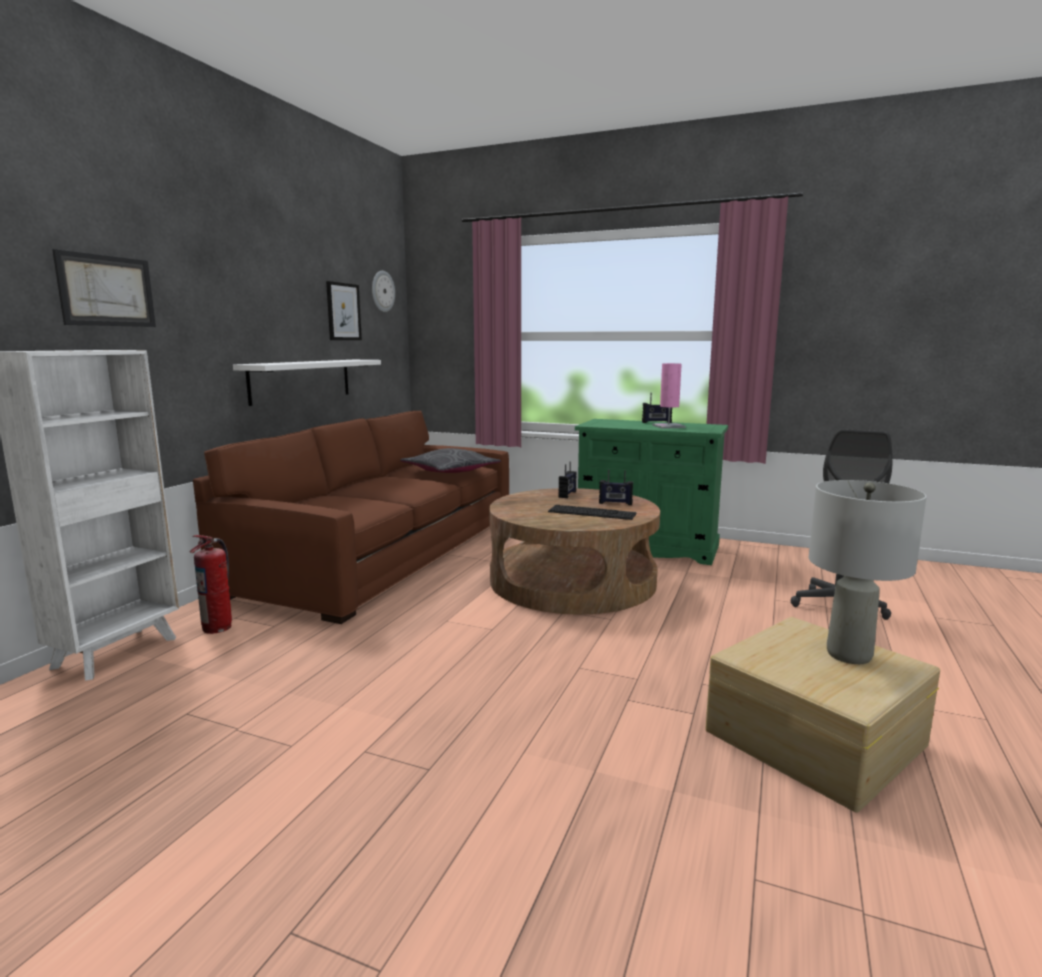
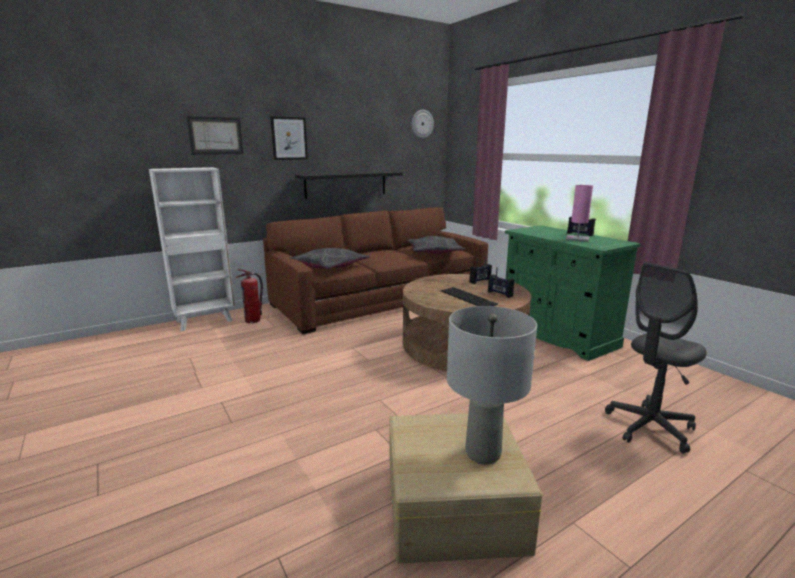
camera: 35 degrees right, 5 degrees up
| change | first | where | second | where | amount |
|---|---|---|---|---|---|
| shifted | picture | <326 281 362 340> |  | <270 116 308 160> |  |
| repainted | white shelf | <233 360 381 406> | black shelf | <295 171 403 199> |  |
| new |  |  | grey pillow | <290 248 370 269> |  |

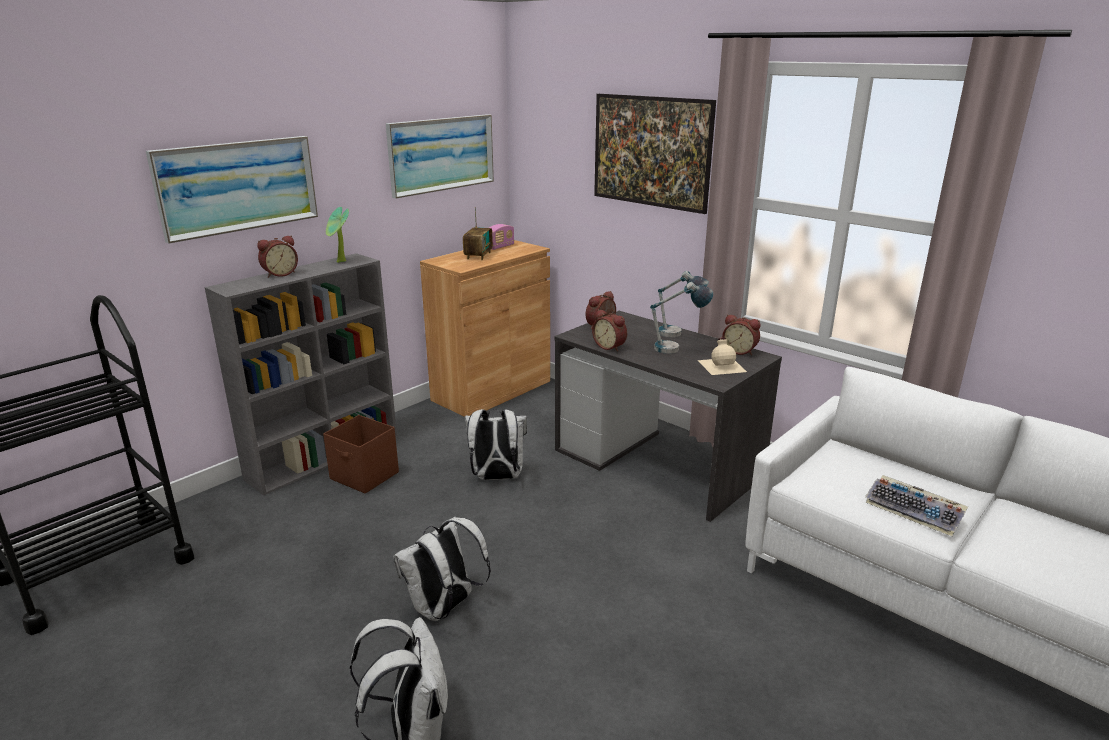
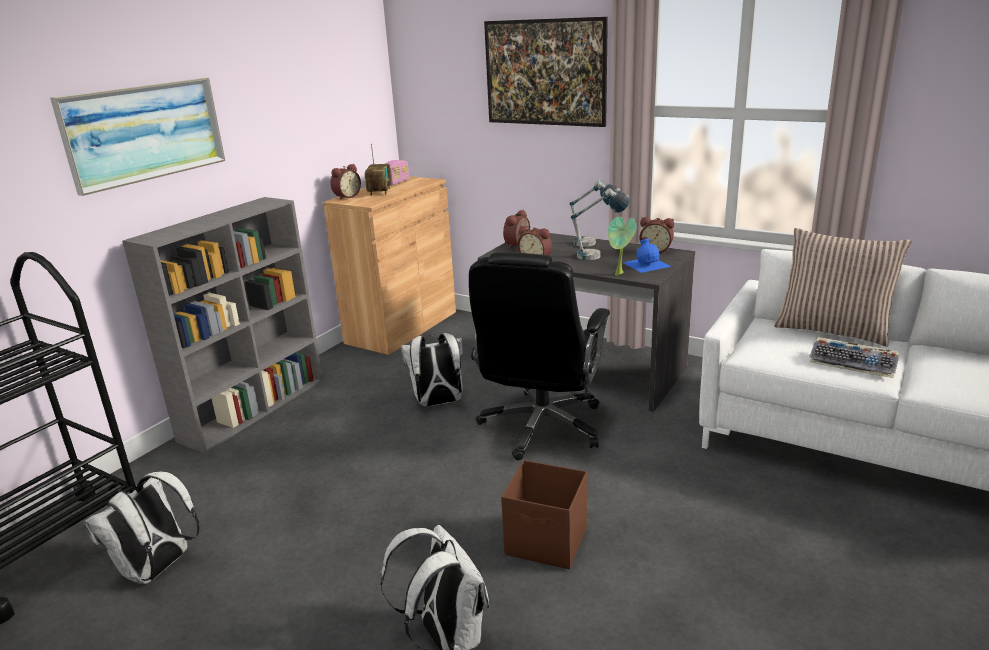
camera: 10 degrees left, 0 degrees up
| change | first | where | second | where | amount |
|---|---|---|---|---|---|
| gone | picture | <386 114 494 198> |  |  |  |
| shifted | potted plant | <326 207 349 263> |  | <608 216 636 276> |  |
| shifted | alarm clock | <257 236 298 278> |  | <331 164 361 200> |  |
| repainted | beige bottle | <698 338 747 375> | blue bottle | <622 237 672 273> |  |
| shifted | brown storage box | <323 415 399 494> |  | <501 460 587 569> |  |
| shifted | white backpack | <393 517 491 621> |  | <83 471 199 584> |  |
| new |  |  | pillow | <774 228 911 347> |  |
| new |  |  | black office chair | <469 252 610 460> |  |

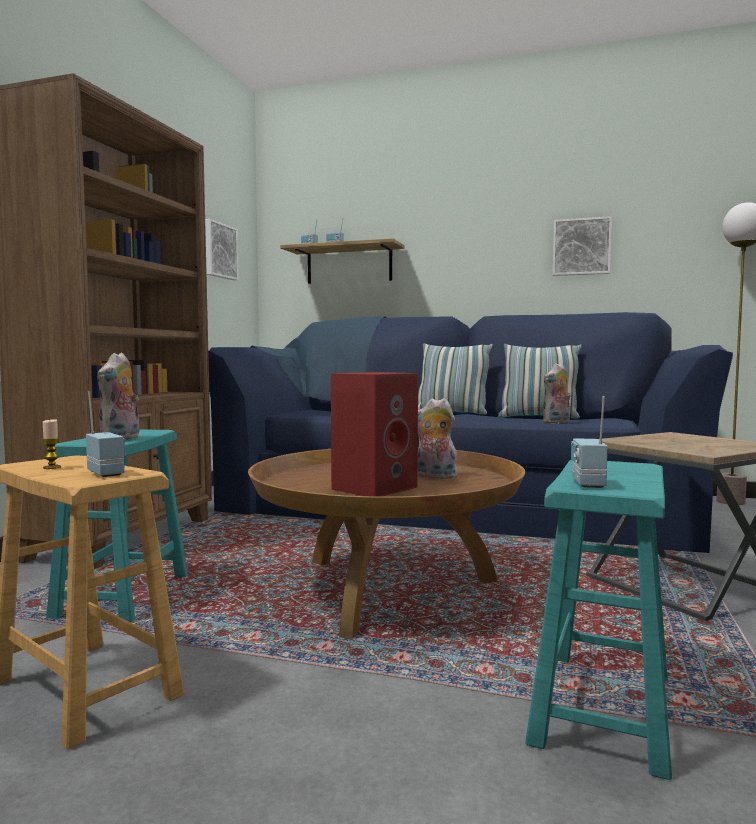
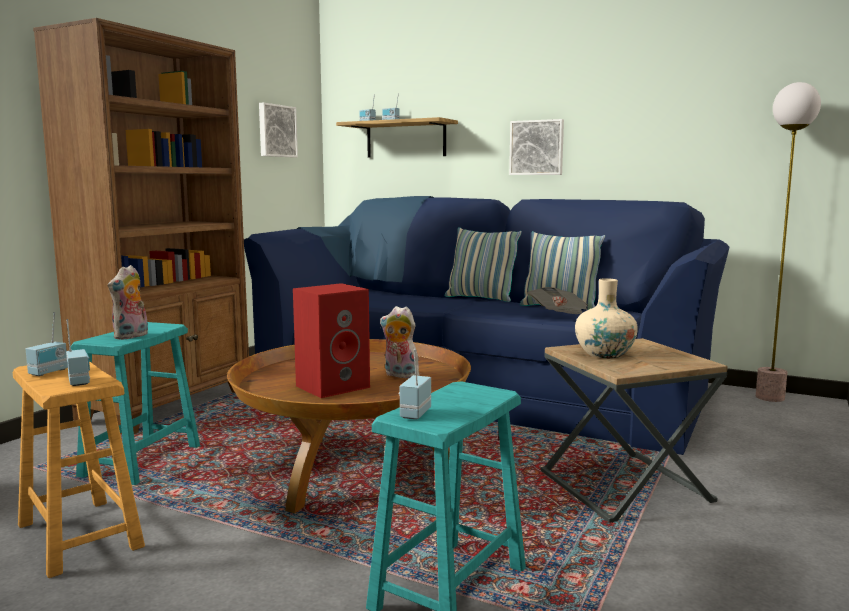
camera: 10 degrees right, 5 degrees up
| change | first | where | second | where | amount |
|---|---|---|---|---|---|
| shifted | picture | <553 216 612 276> |  | <509 119 564 175> |  |
| swapped | plush toy | <542 363 571 424> | newspaper | <528 287 588 314> |  |
| swapped | candle | <41 419 61 469> | radio | <26 312 68 376> |  |
| new |  |  | beige vase | <575 278 638 358> |  |

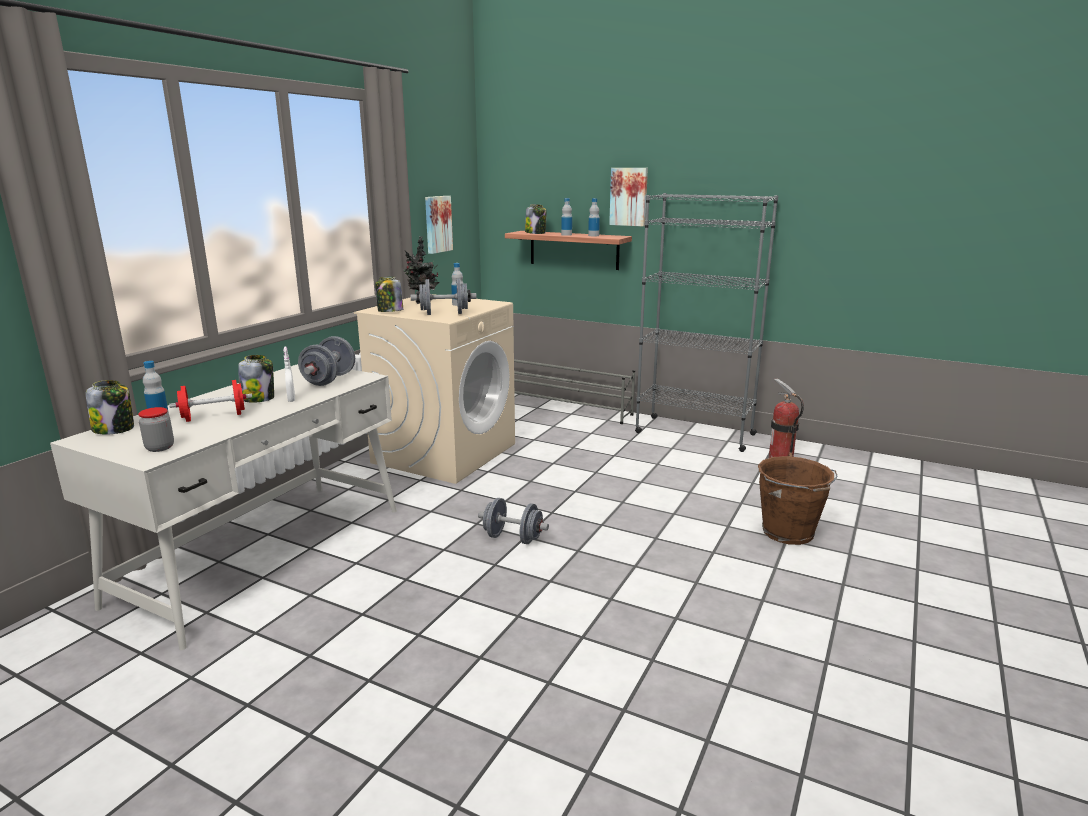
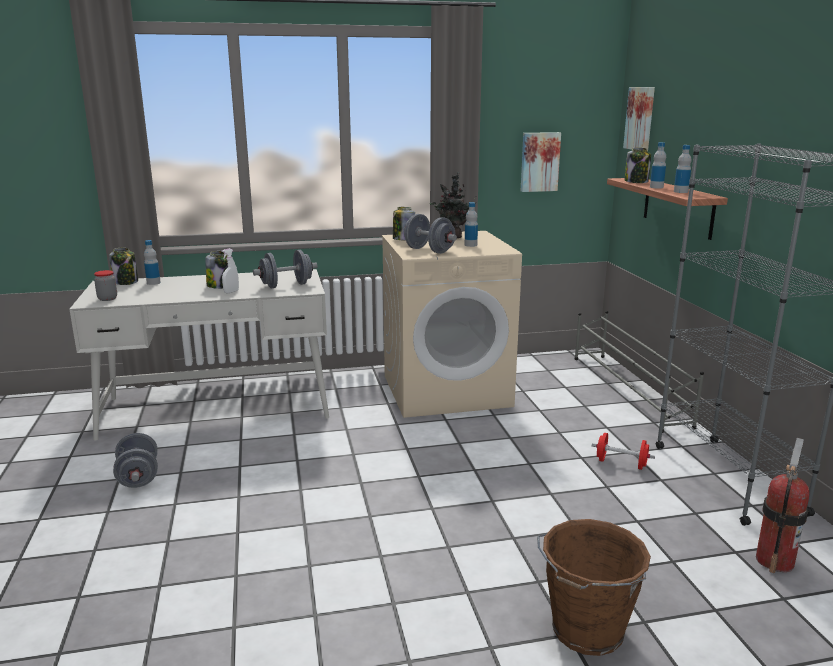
camera: 50 degrees right, 0 degrees up
| change | first | where | second | where | amount |
|---|---|---|---|---|---|
| shifted | picture | <609 168 648 226> |  | <623 87 655 151> |  |
| shifted | red dumbbell | <169 380 252 422> |  | <592 433 655 470> |  |
| shifted | grey dumbbell | <478 498 549 544> |  | <113 433 158 488> |  |

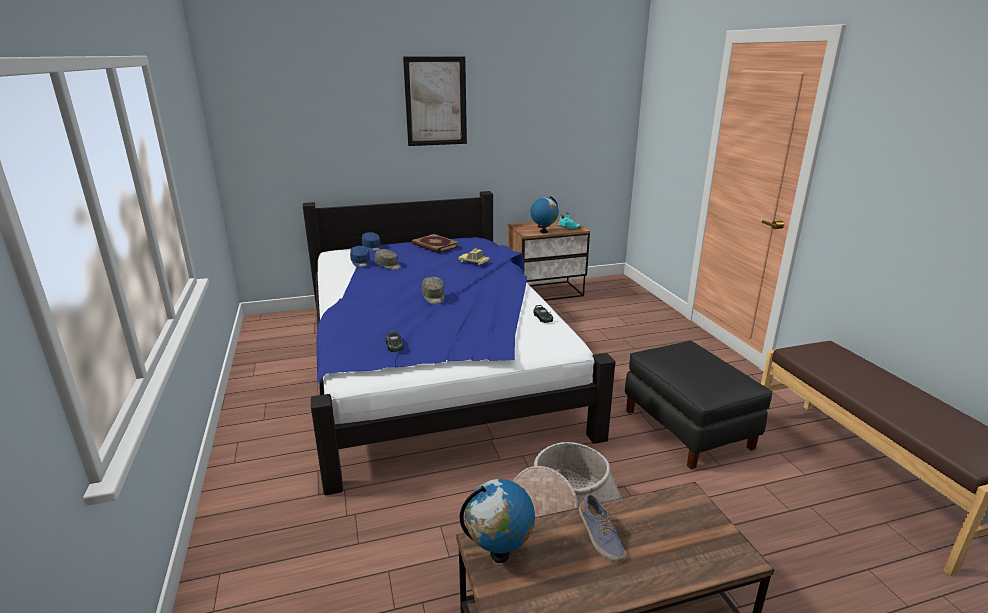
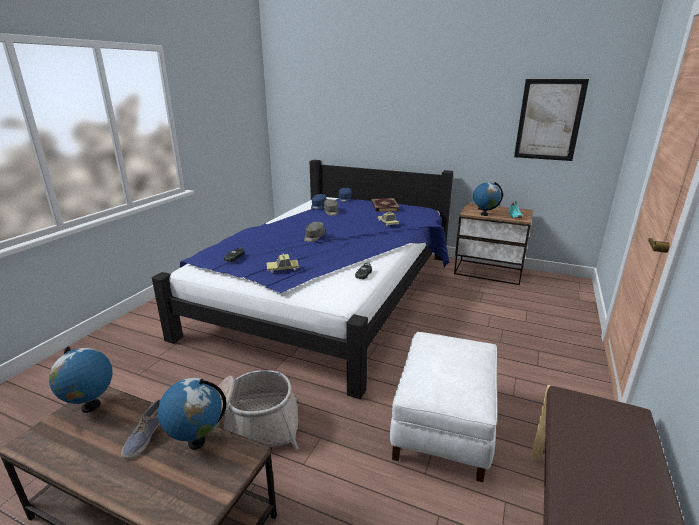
camera: 40 degrees right, 0 degrees up
| change | first | where | second | where | amount |
|---|---|---|---|---|---|
| shifted | picture | <403 57 467 146> |  | <514 79 589 161> |  |
| repainted | black ottoman | <625 341 772 469> | white ottoman | <390 332 497 482> |  |
| new |  |  | toy car | <266 253 299 273> |  |
| new |  |  | globe | <158 378 226 450> |  |

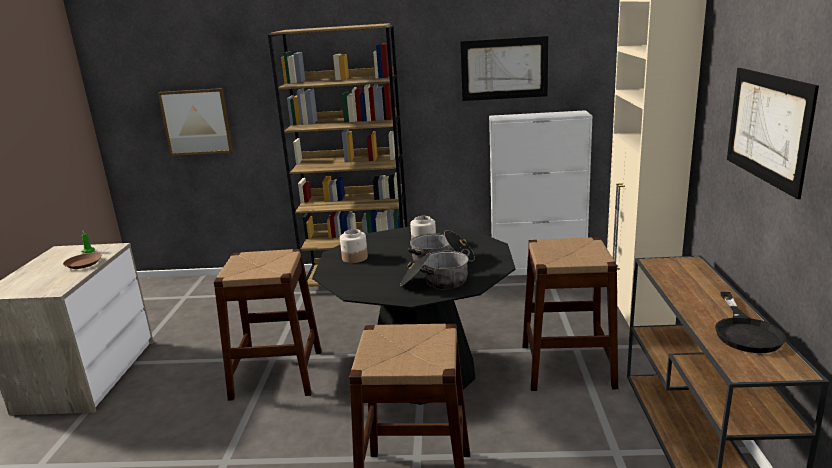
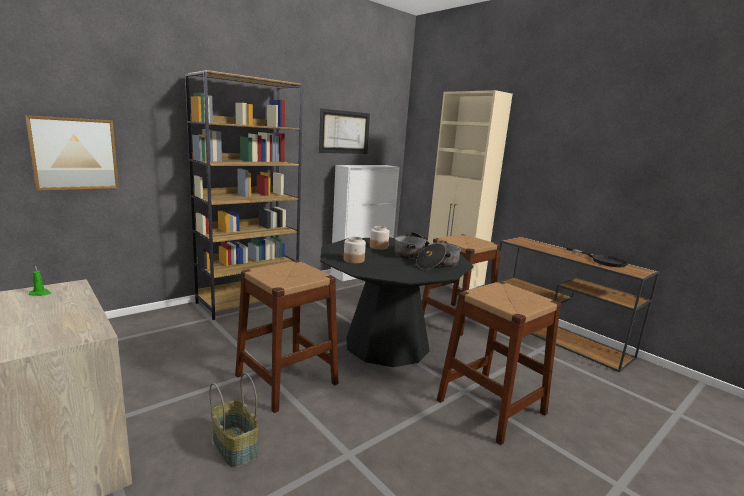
camera: 45 degrees left, 5 degrees down
| change | first | where | second | where | amount |
|---|---|---|---|---|---|
| gone | picture | <727 68 819 199> |  |  |  |
| gone | brown plate | <63 253 102 269> |  |  |  |
| new |  |  | basket | <209 373 259 468> |  |

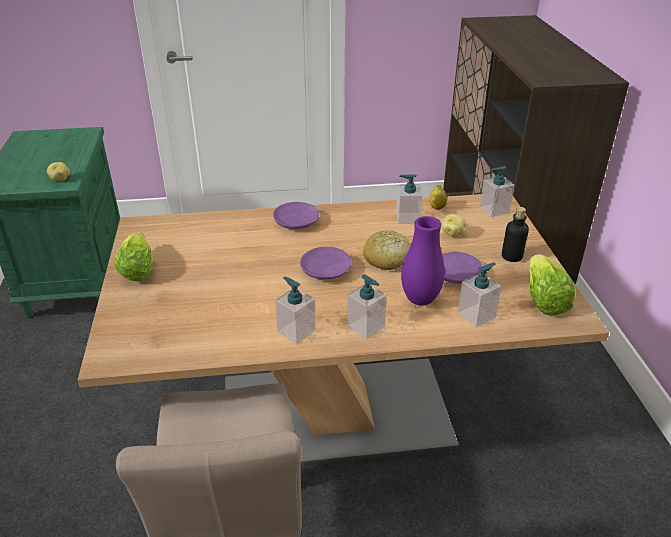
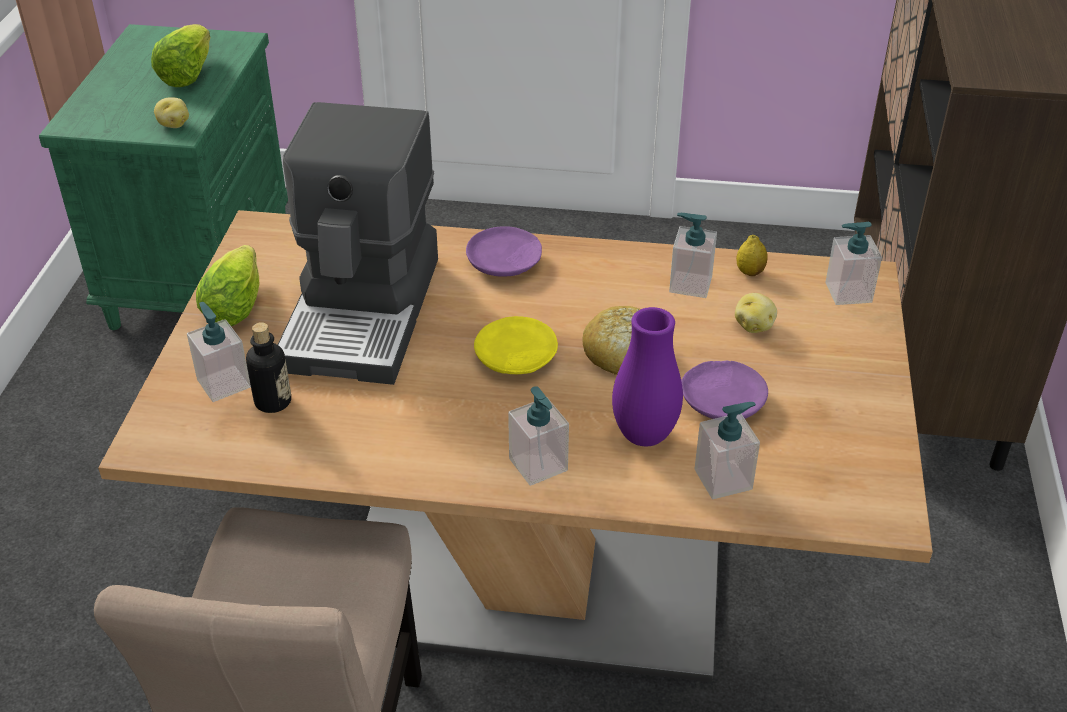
camera: 15 degrees right, 5 degrees up
| change | first | where | second | where | amount |
|---|---|---|---|---|---|
| shifted | bottle | <502 207 529 262> |  | <246 322 291 413> |  |
| repainted | purple plate | <300 247 352 279> | yellow plate | <474 316 558 374> |  |
| shifted | lettuce | <529 254 575 315> |  | <151 24 210 87> |  |
| shifted | soap dispenser | <275 276 316 344> |  | <187 302 251 402> |  |
| new |  |  | coffee machine | <278 102 438 385> |  |

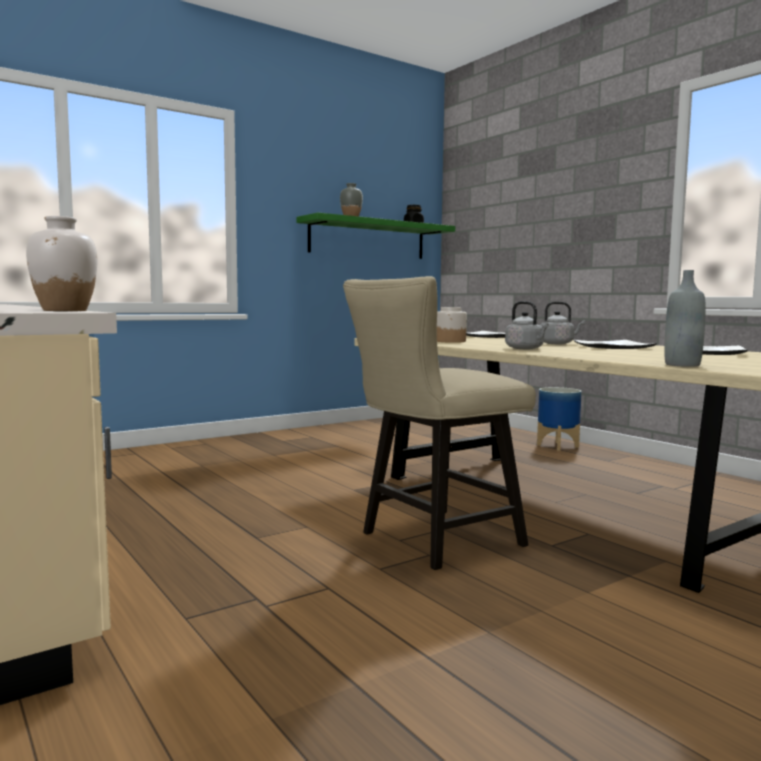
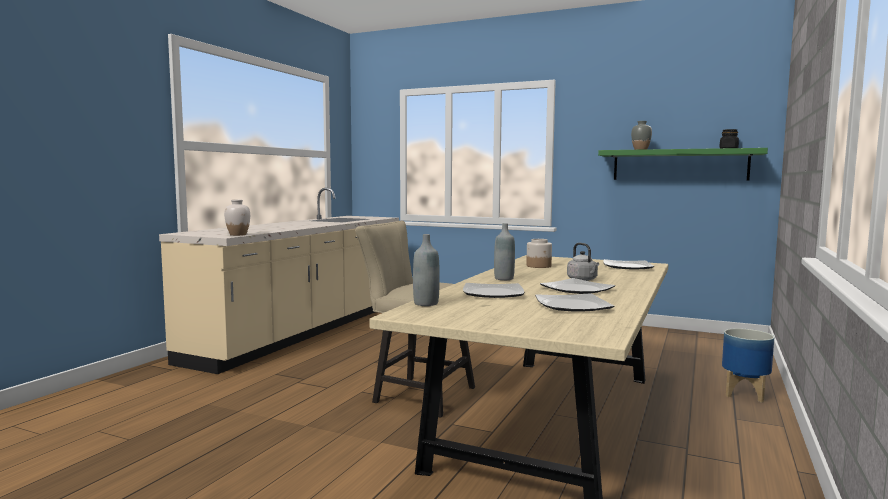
camera: 60 degrees right, 0 degrees up
| change | first | where | second | where | amount |
|---|---|---|---|---|---|
| swapped | grey kettle | <505 301 549 349> | grey bottle | <494 223 515 280> |  |
| new |  |  | plate | <463 283 524 298> |  |

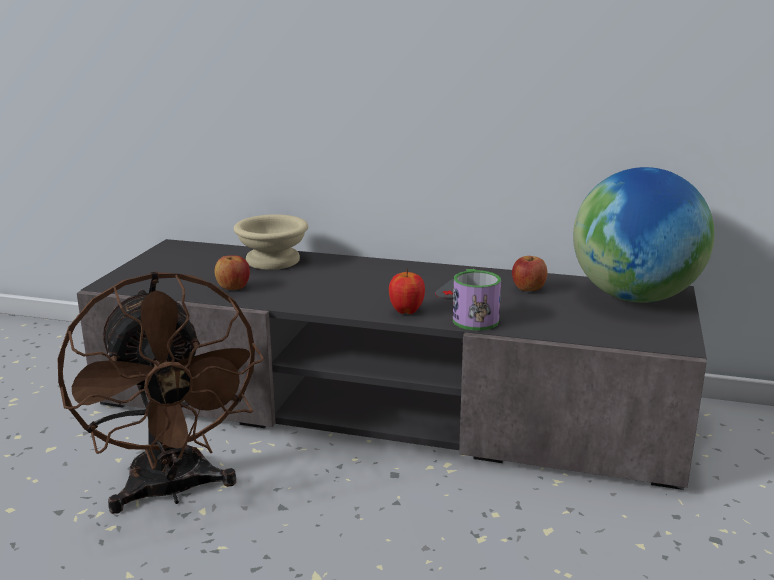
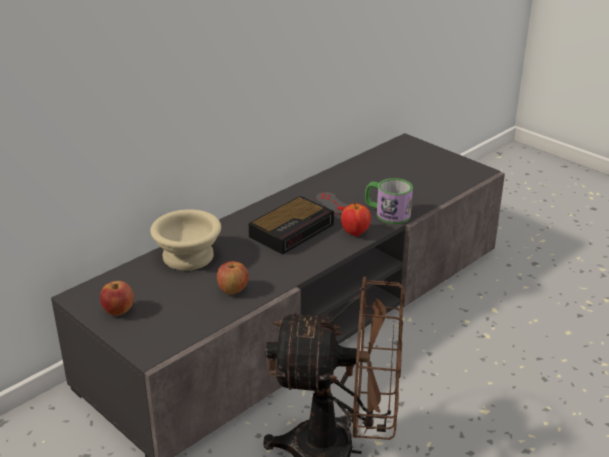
camera: 60 degrees left, 10 degrees up
| change | first | where | second | where | amount |
|---|---|---|---|---|---|
| gone | globe | <573 167 714 303> |  |  |  |
| shifted | apple | <512 256 547 291> |  | <100 281 134 316> |  |
| new |  |  | alarm clock | <249 196 334 254> |  |

